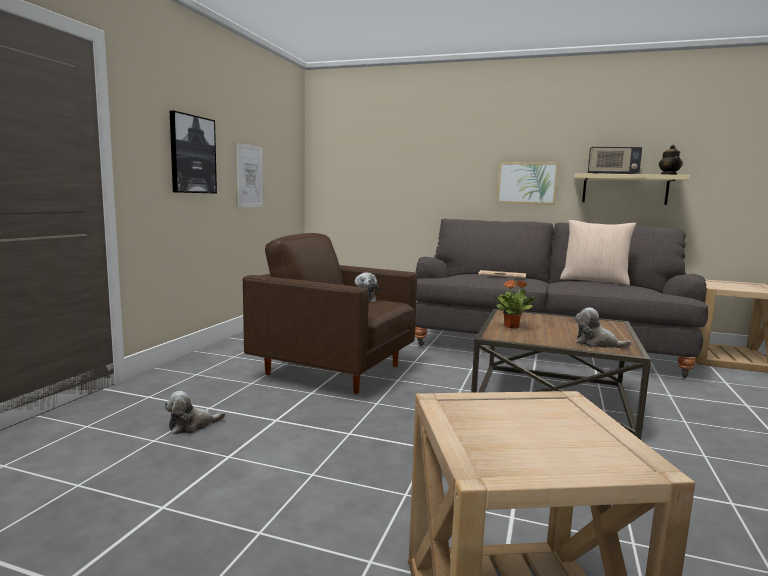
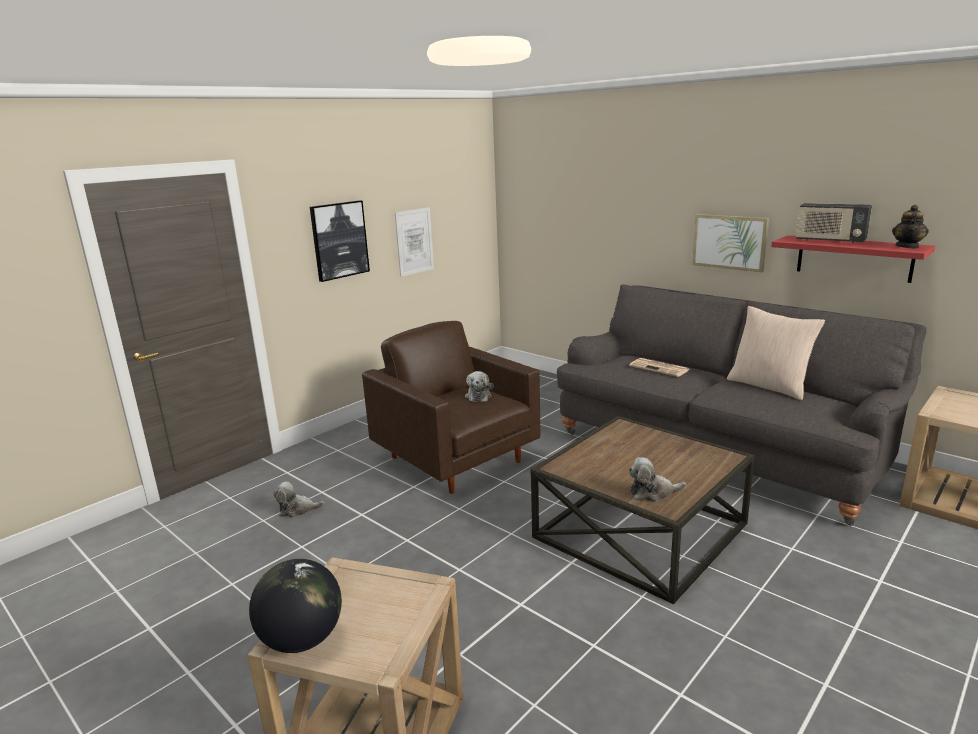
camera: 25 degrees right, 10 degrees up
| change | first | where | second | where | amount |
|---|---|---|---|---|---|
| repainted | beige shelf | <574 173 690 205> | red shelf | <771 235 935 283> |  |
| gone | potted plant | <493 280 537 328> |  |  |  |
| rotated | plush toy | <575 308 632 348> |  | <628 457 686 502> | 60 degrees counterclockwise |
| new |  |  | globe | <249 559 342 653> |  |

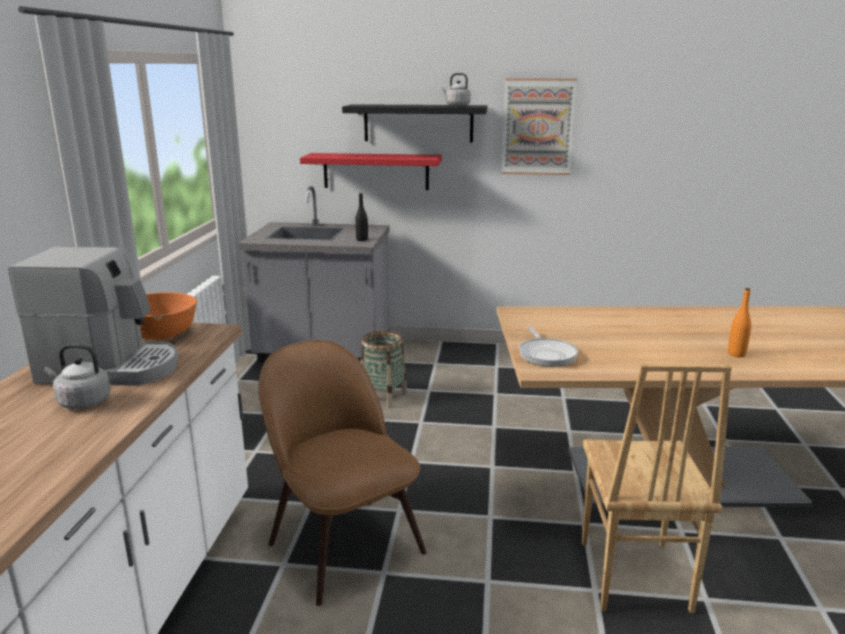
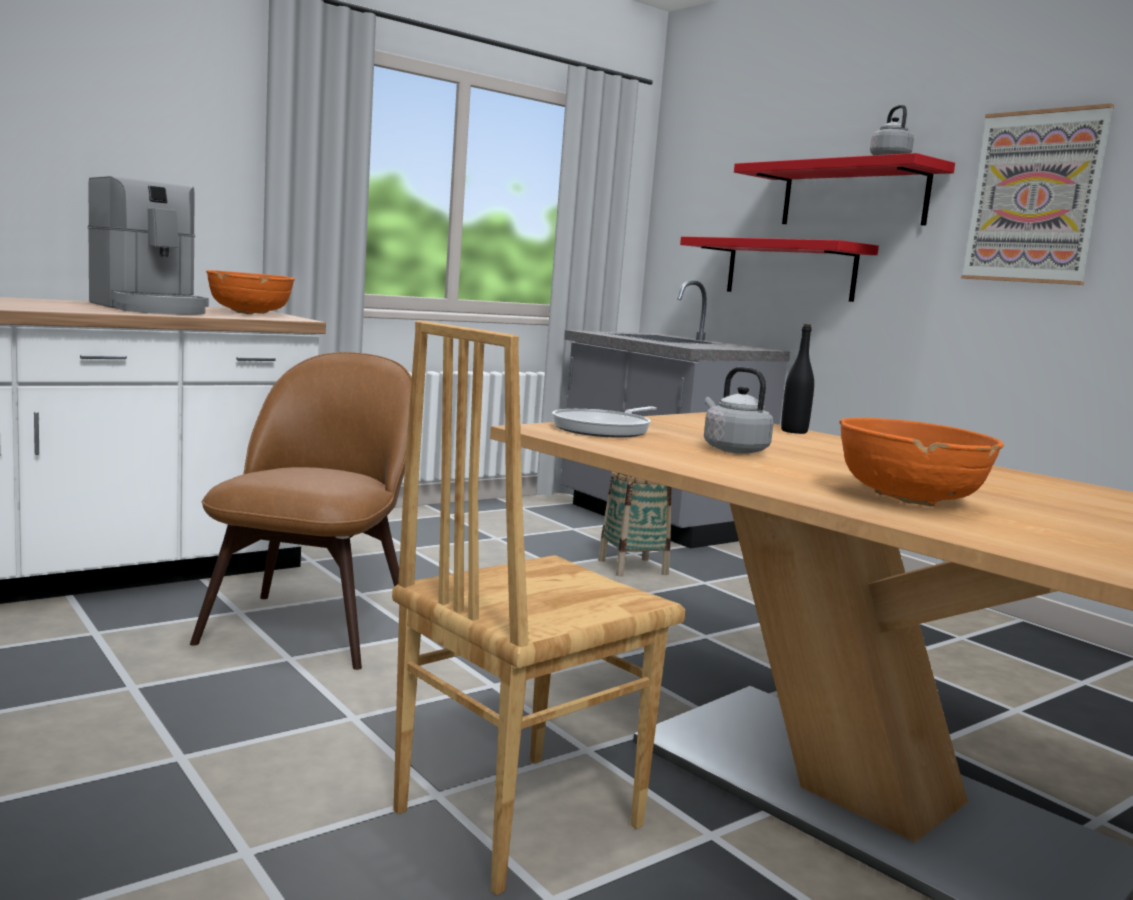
camera: 45 degrees right, 10 degrees down
| change | first | where | second | where | amount |
|---|---|---|---|---|---|
| repainted | black shelf | <342 104 487 143> | red shelf | <734 153 955 225> |  |
| shifted | black bottle | <355 193 368 241> |  | <781 324 814 434> |  |
| swapped | orange bottle | <728 288 751 357> | orange bowl | <839 418 1004 506> |  |
| shifted | grey kettle | <44 344 111 409> |  | <704 367 774 454> |  |

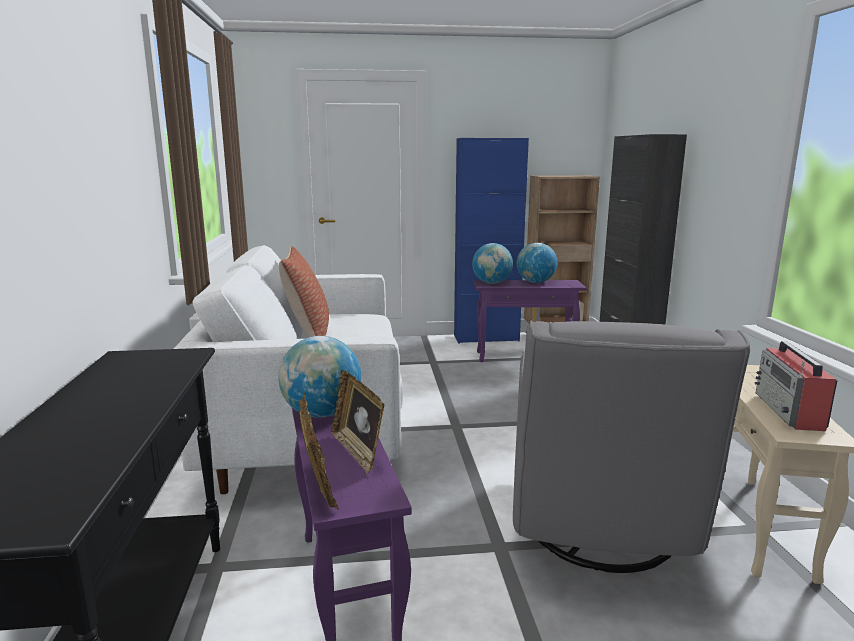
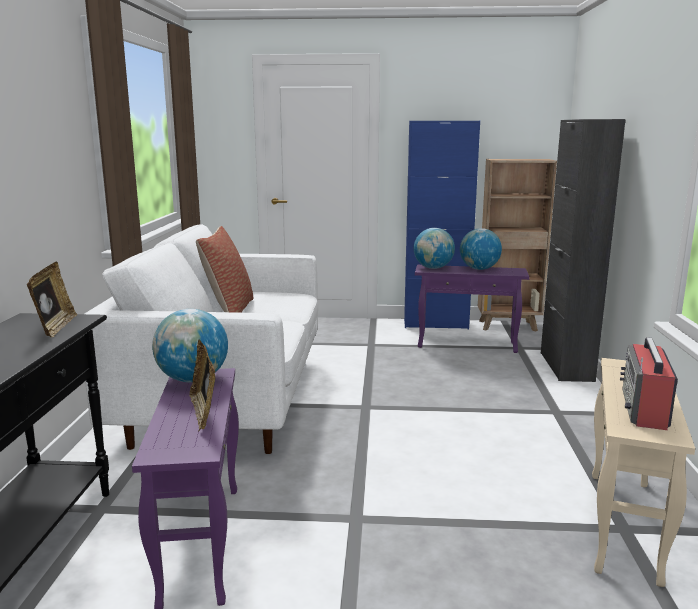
camera: 10 degrees right, 0 degrees up
| change | first | where | second | where | amount |
|---|---|---|---|---|---|
| gone | grey armchair | <513 320 750 573> |  |  |  |
| shifted | picture frame | <299 393 339 510> |  | <27 261 77 337> |  |

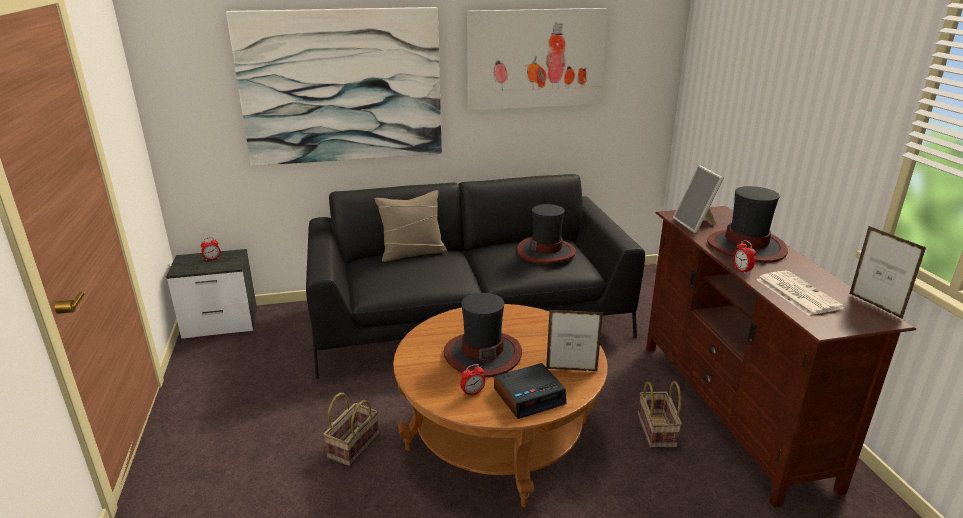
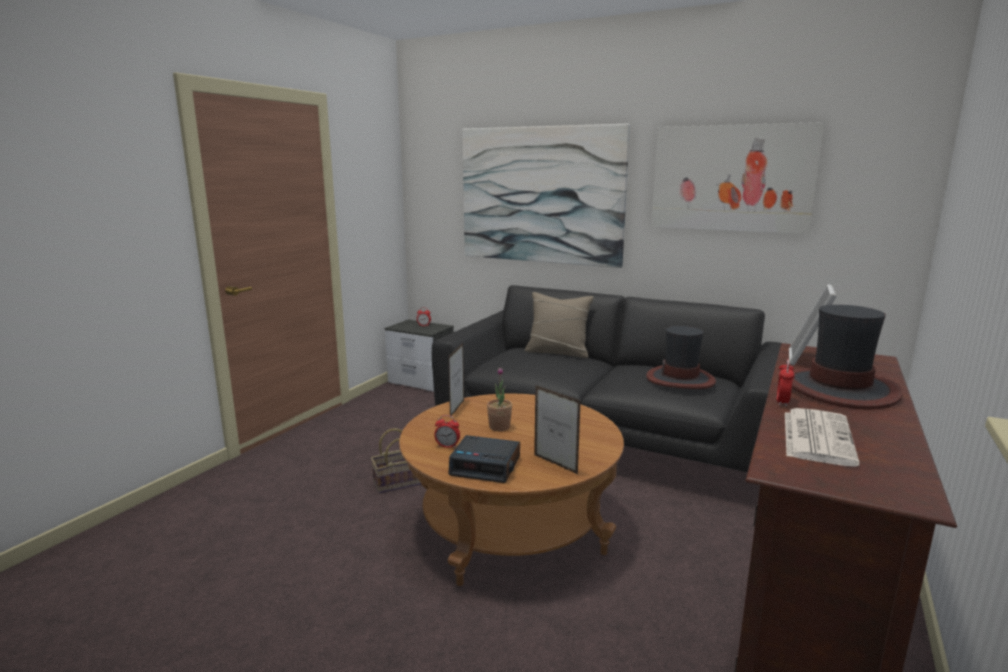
camera: 40 degrees right, 10 degrees down
| change | first | where | second | where | amount |
|---|---|---|---|---|---|
| shifted | picture frame | <850 226 927 319> |  | <448 343 464 418> |  |
| swapped | hat | <443 293 522 377> | potted plant | <487 367 512 431> |  |
| gone | basket | <638 381 682 448> |  |  |  |

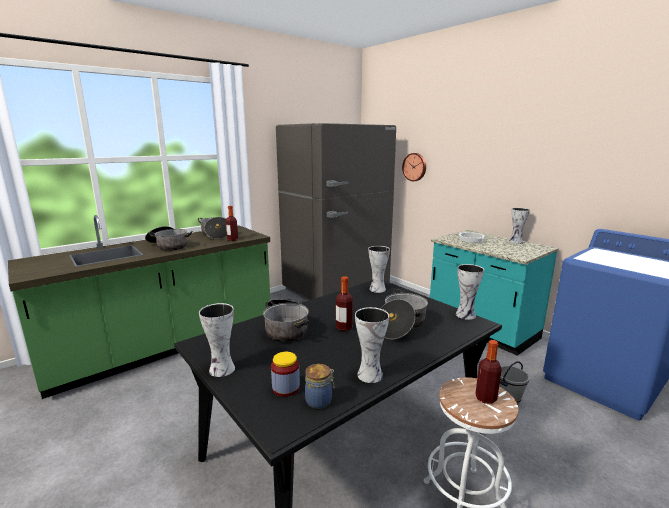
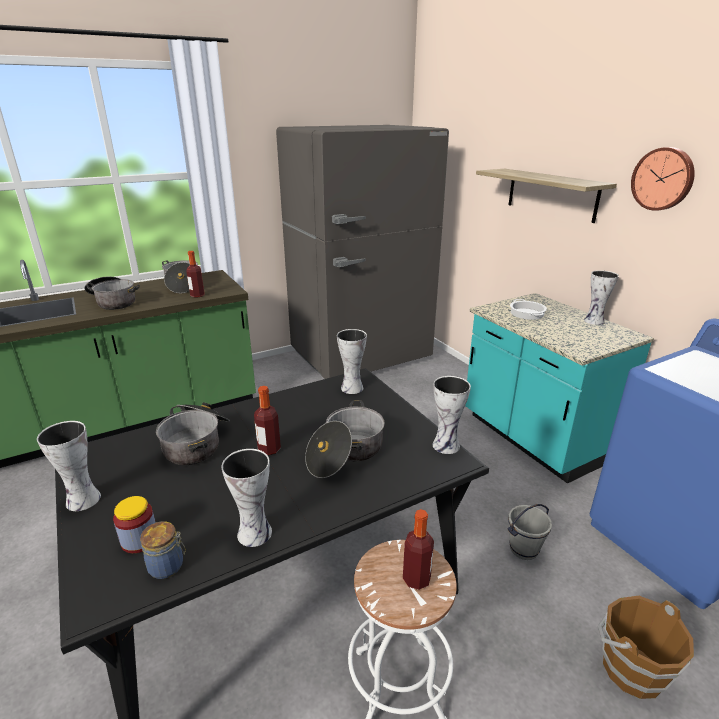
camera: 10 degrees right, 10 degrees up
| change | first | where | second | where | amount |
|---|---|---|---|---|---|
| shifted | wall clock | <402 153 426 181> |  | <631 147 695 211> |  |
| new |  |  | shelf | <476 169 617 223> |  |
| new |  |  | brown bucket | <598 596 694 699> |  |

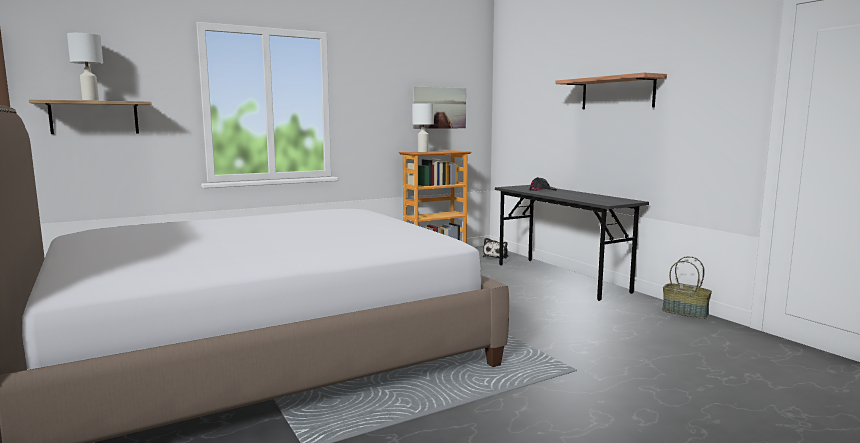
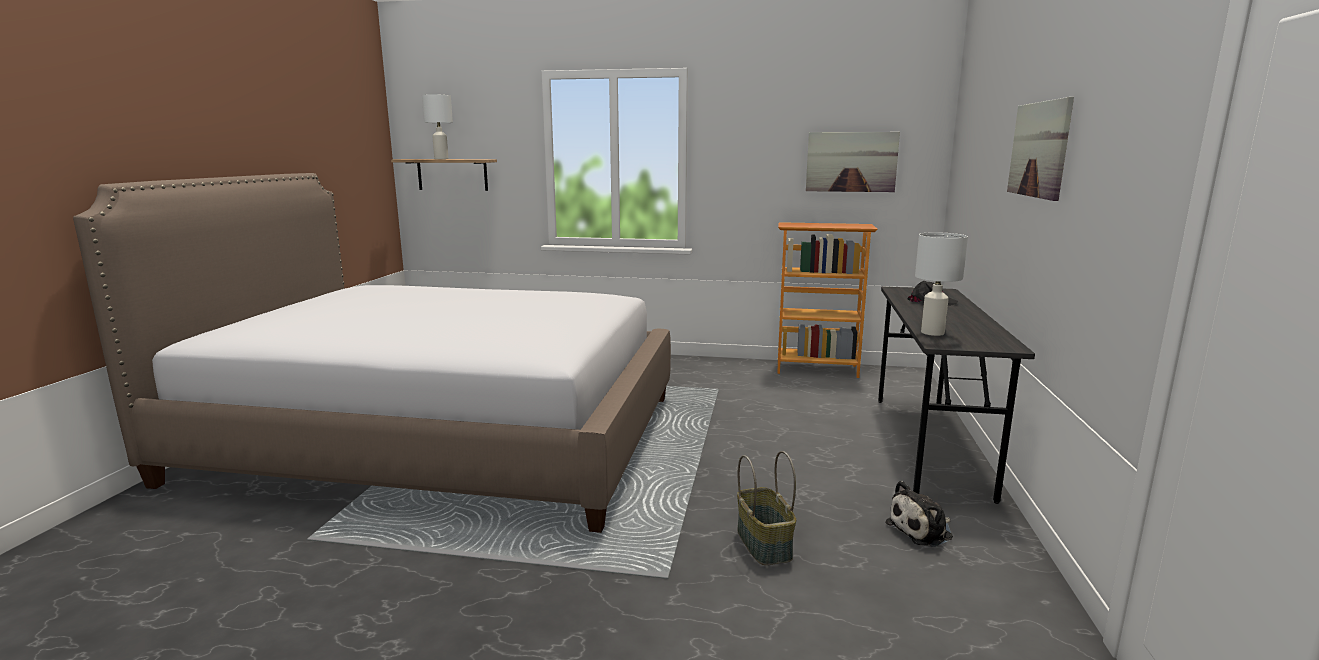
camera: 40 degrees right, 5 degrees up
| change | first | where | second | where | amount |
|---|---|---|---|---|---|
| swapped | shelf | <556 72 667 109> | picture | <1007 97 1074 201> |  |
| shifted | white table lamp | <412 104 434 152> |  | <915 232 968 336> |  |
| shifted | plush toy | <483 238 508 259> |  | <885 481 953 547> |  |
| shifted | basket | <662 256 712 319> |  | <737 451 796 565> |  |

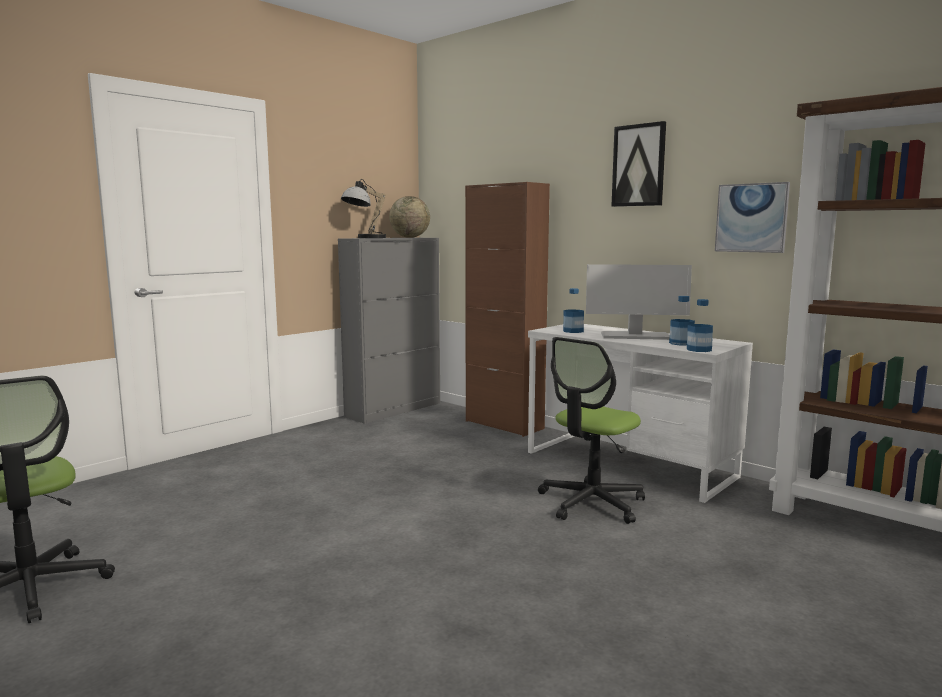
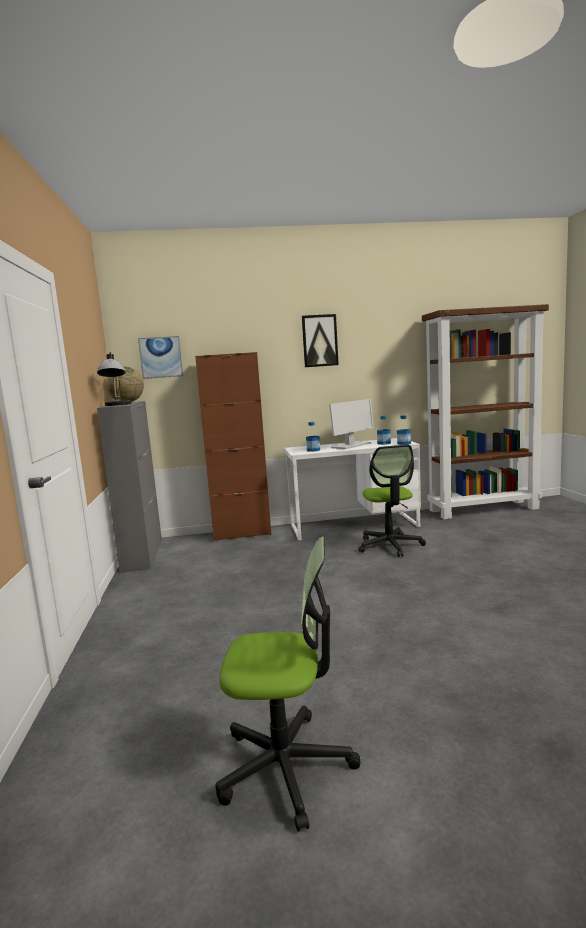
camera: 50 degrees left, 0 degrees up
| change | first | where | second | where | amount |
|---|---|---|---|---|---|
| shifted | picture | <715 182 790 253> |  | <138 336 183 379> |  |

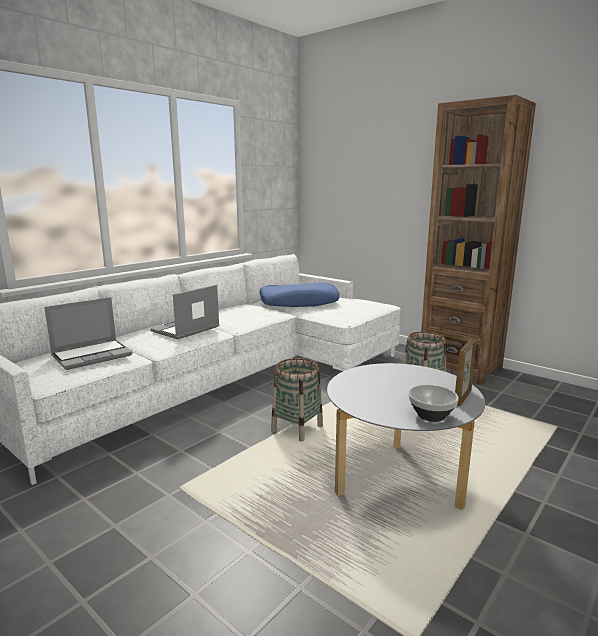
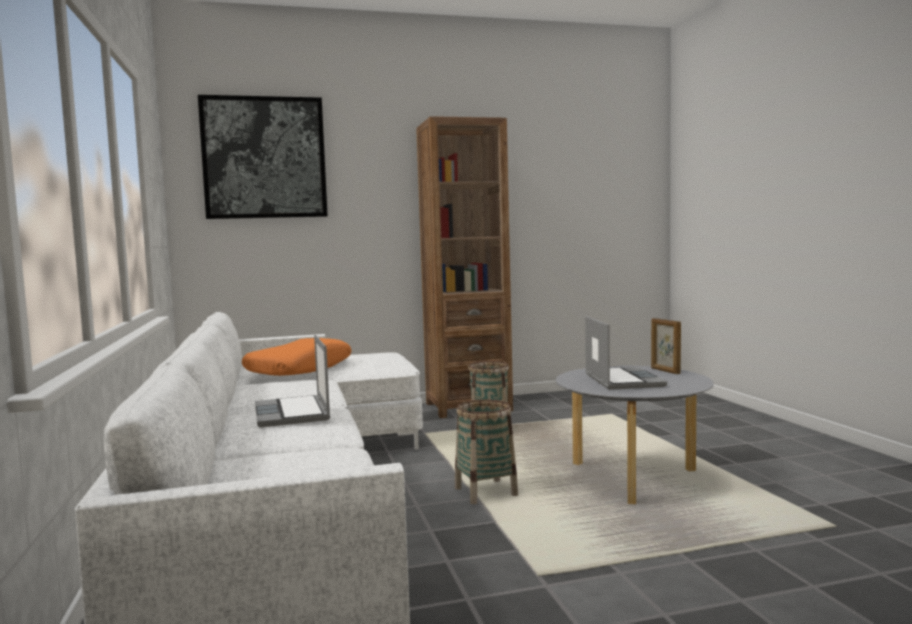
camera: 55 degrees left, 10 degrees down
| change | first | where | second | where | amount |
|---|---|---|---|---|---|
| repainted | blue pillow | <259 282 340 307> | orange pillow | <242 338 352 376> |  |
| shifted | laptop | <44 297 133 370> |  | <585 316 667 390> |  |
| gone | bowl | <408 385 459 422> |  |  |  |
| new |  |  | picture | <198 95 328 219> |  |

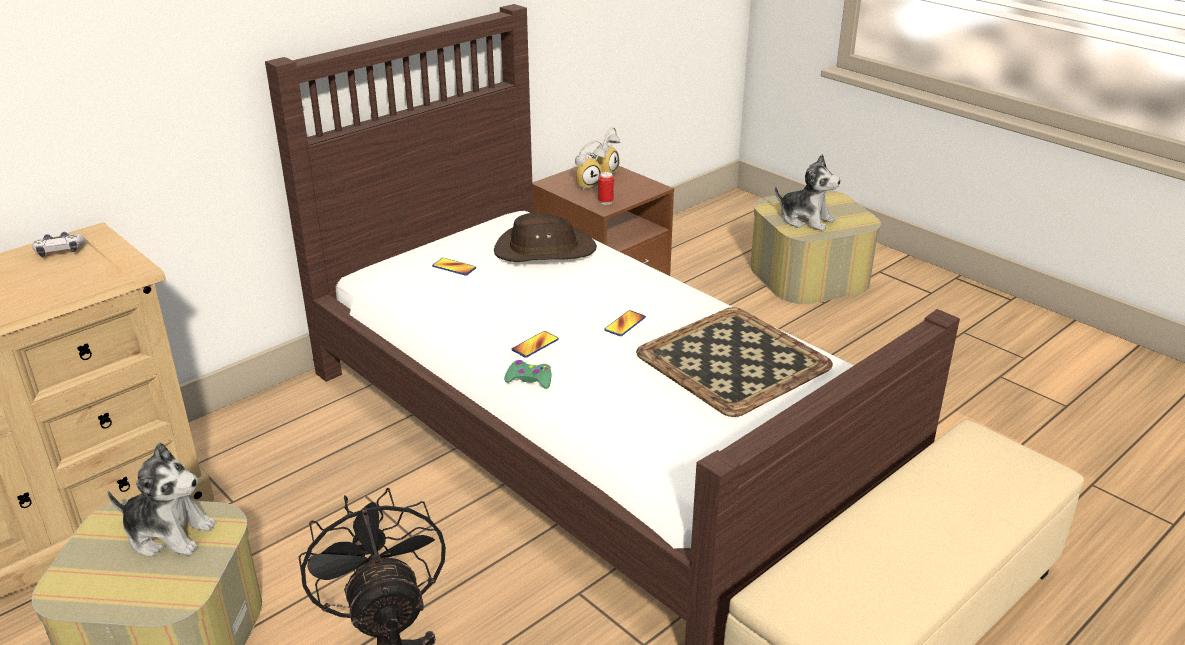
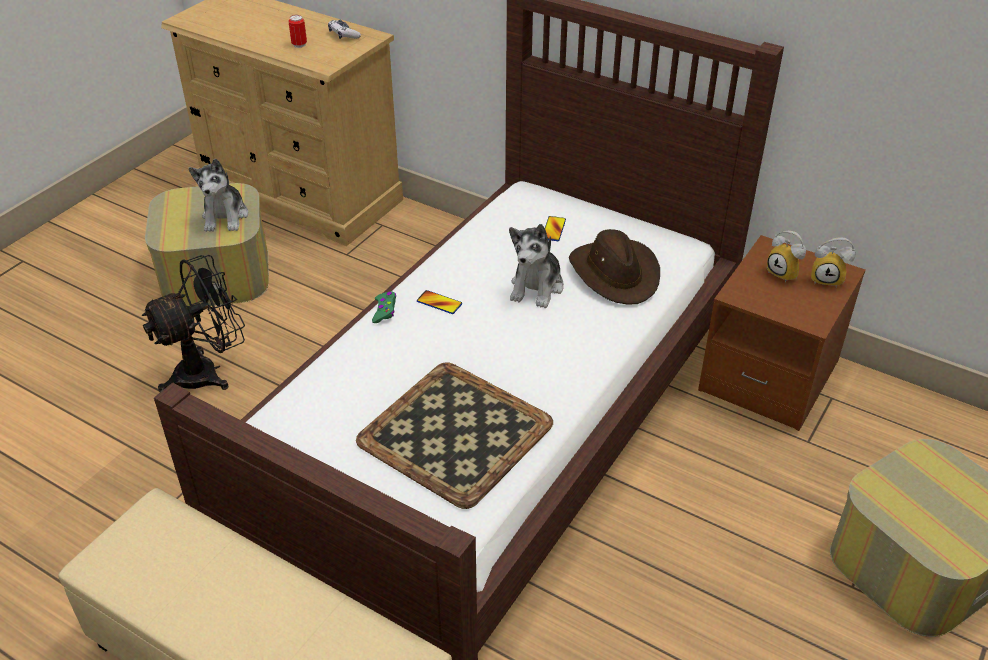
camera: 75 degrees right, 10 degrees up
| change | first | where | second | where | amount |
|---|---|---|---|---|---|
| shifted | plush toy | <775 154 841 231> |  | <509 224 564 308> |  |
| shifted | can | <598 172 614 205> |  | <289 15 307 48> |  |
| gone | phone | <604 310 646 336> |  |  |  |

